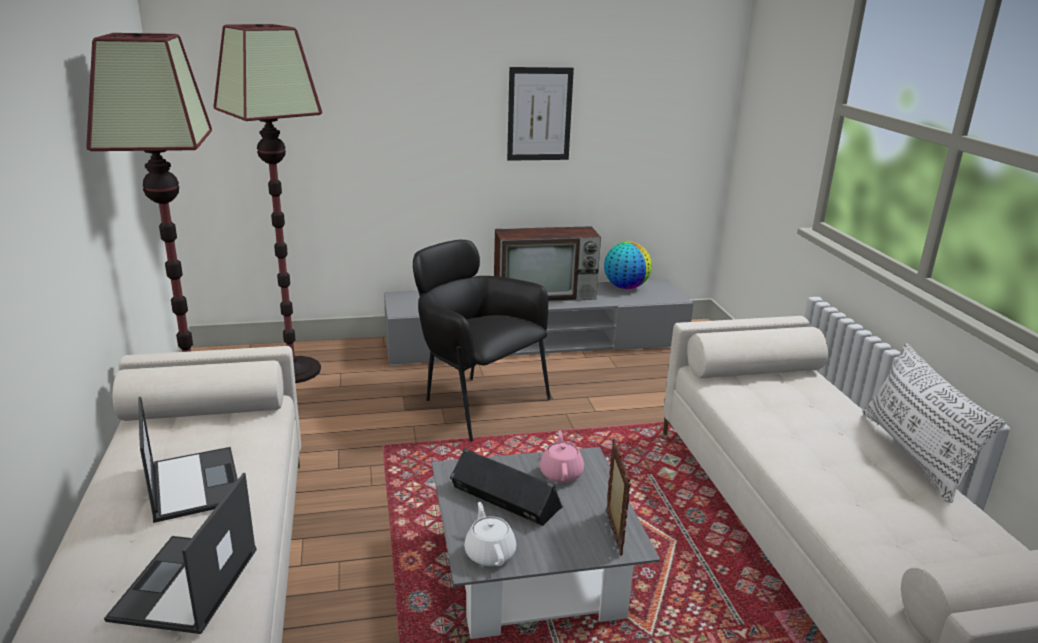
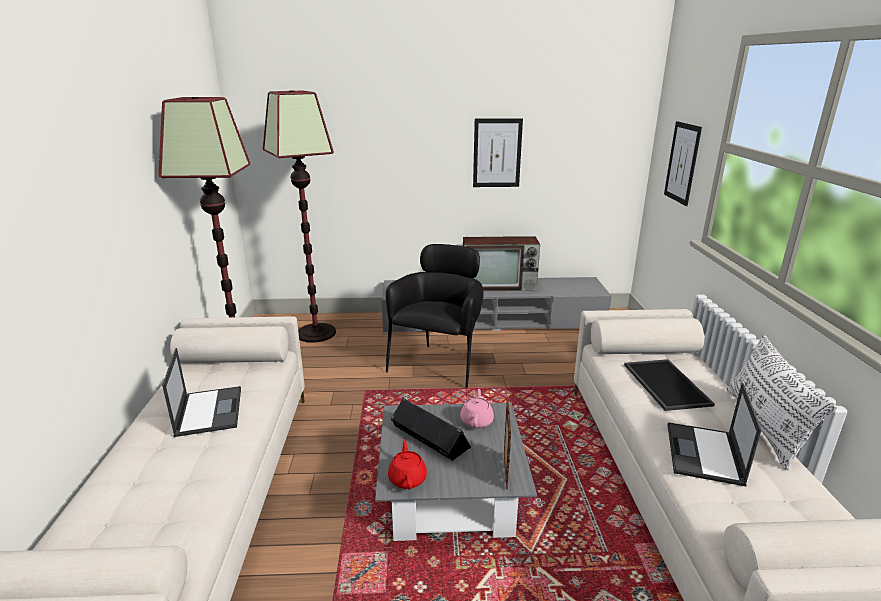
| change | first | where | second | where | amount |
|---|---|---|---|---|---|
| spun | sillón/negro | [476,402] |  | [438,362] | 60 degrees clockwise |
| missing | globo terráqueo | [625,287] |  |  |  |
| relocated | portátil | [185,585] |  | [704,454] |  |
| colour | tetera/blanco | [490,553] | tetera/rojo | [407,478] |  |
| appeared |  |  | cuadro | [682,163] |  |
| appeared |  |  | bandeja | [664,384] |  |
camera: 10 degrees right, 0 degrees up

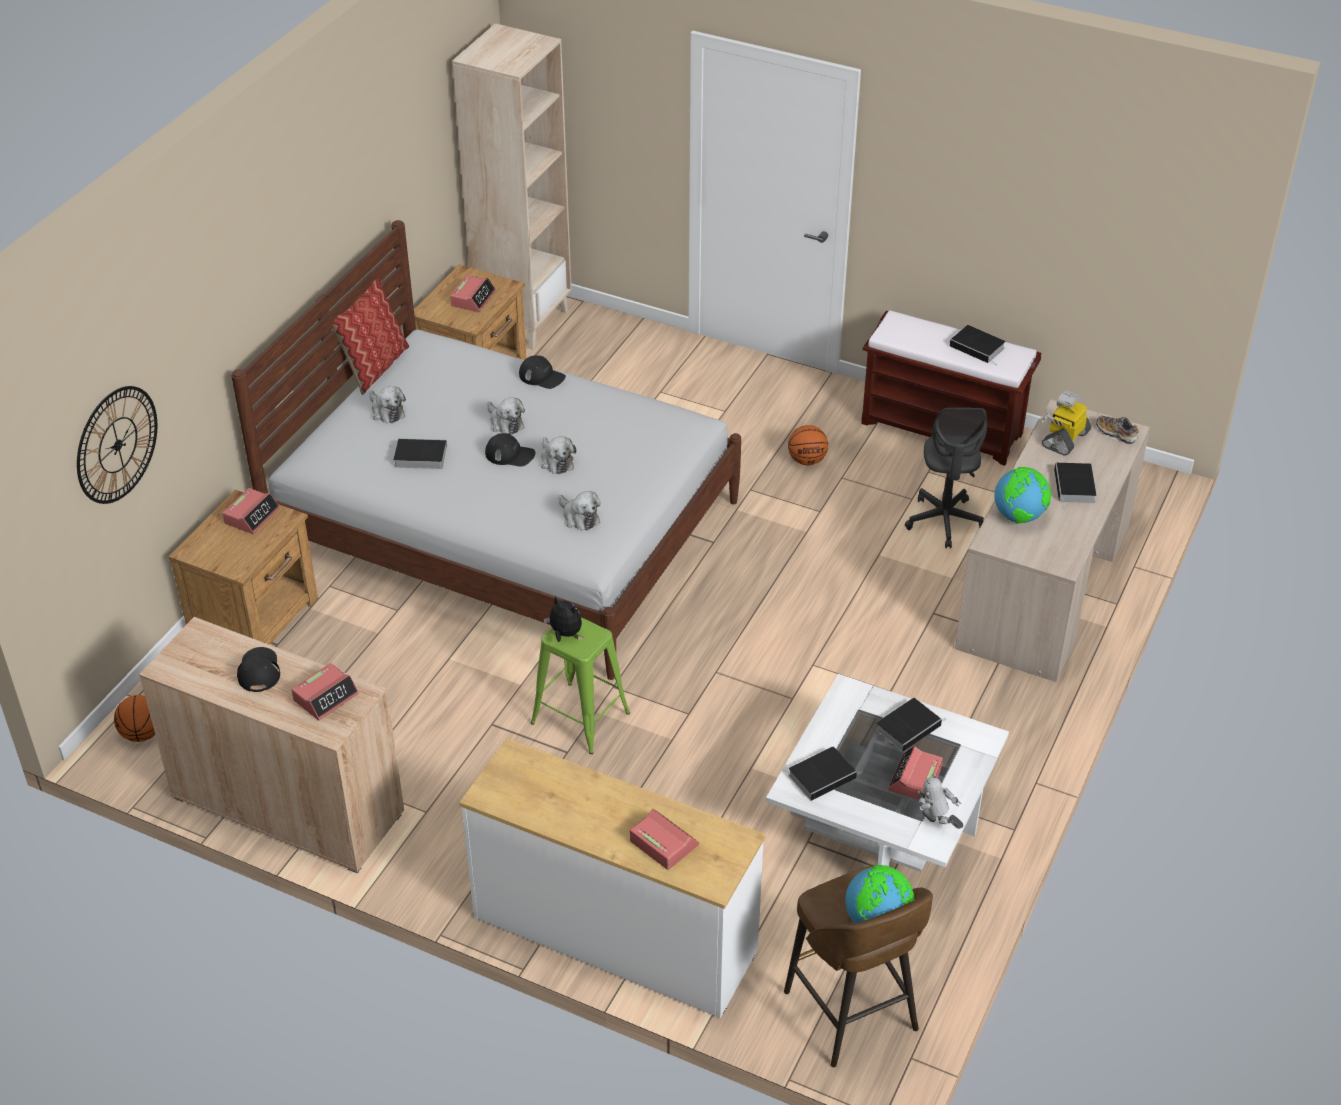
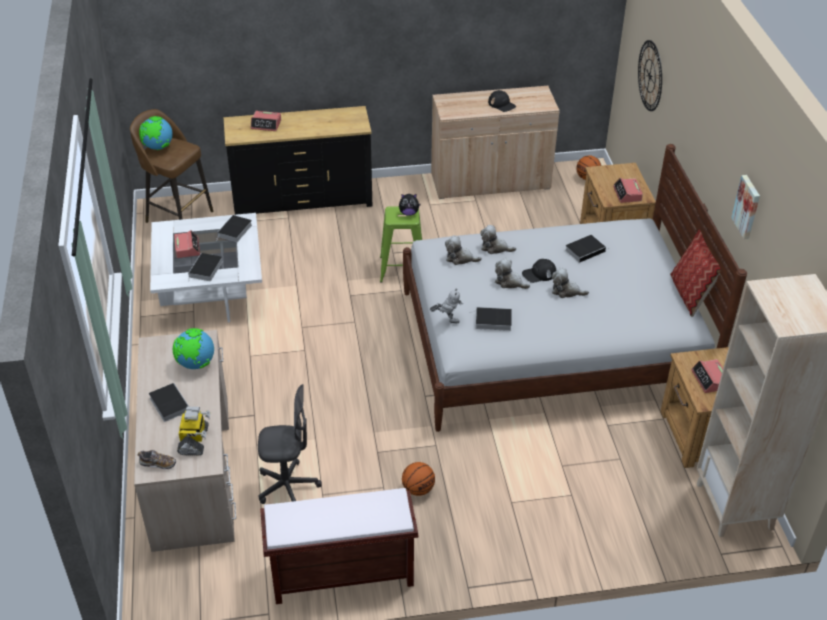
| change | first | where | second | where | amount |
|---|---|---|---|---|---|
| relocated | libro | [978,347] |  | [492,321] |  |
| missing | gorra/negro | [542,376] |  |  |  |
| relocated | peluche | [386,411] |  | [495,248] |  |
| spun | silla de oficina/gris | [944,521] |  | [288,487] | 120 degrees clockwise |
| missing | despertador | [326,697] |  |  |  |
| colour | cómoda/blanco | [614,935] | cómoda/negro | [302,199] |  |
| relocated | robot de juguete | [936,825] |  | [447,319] |  |
| appeared |  |  | cuadro | [747,206] |  |
camera: 145 degrees right, 0 degrees up

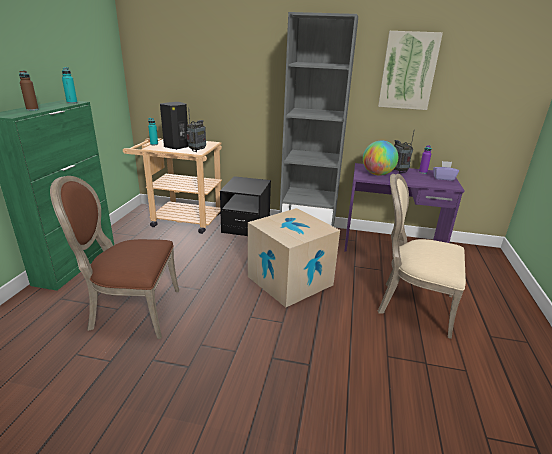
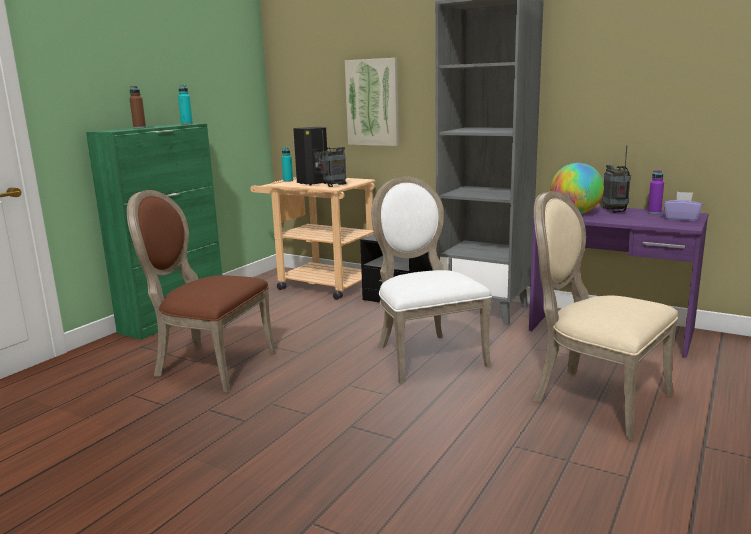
| change | first | where | second | where | amount |
|---|---|---|---|---|---|
| relocated | cuadro | [408,71] |  | [373,102] |  |
| exchanged | caja de cartón | [290,280] | silla/blanco | [425,355] |  |
camera: 20 degrees right, 10 degrees down

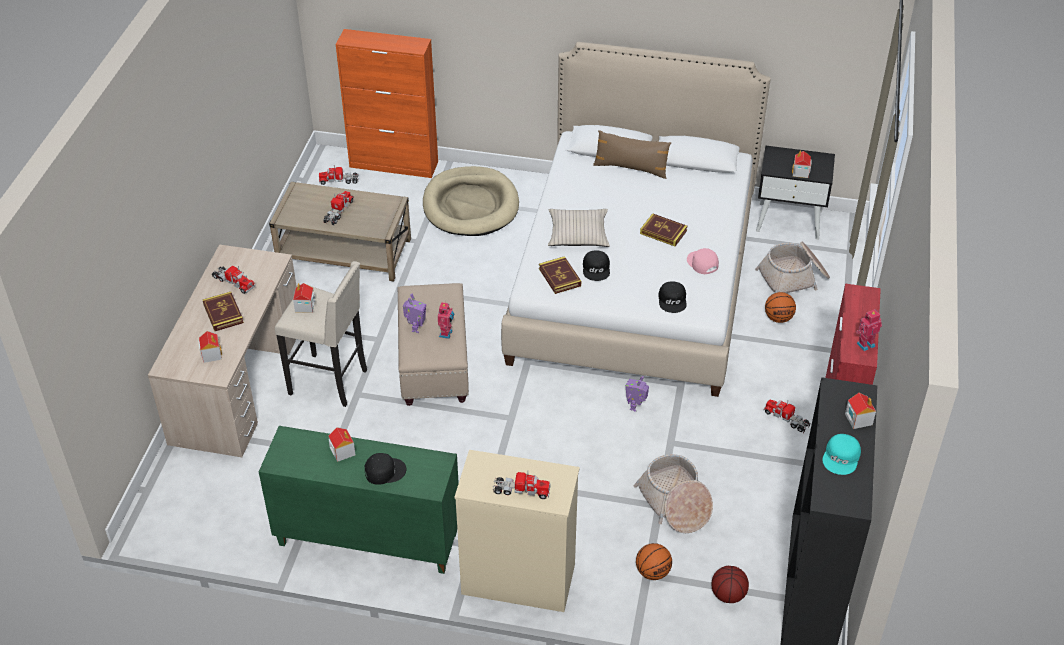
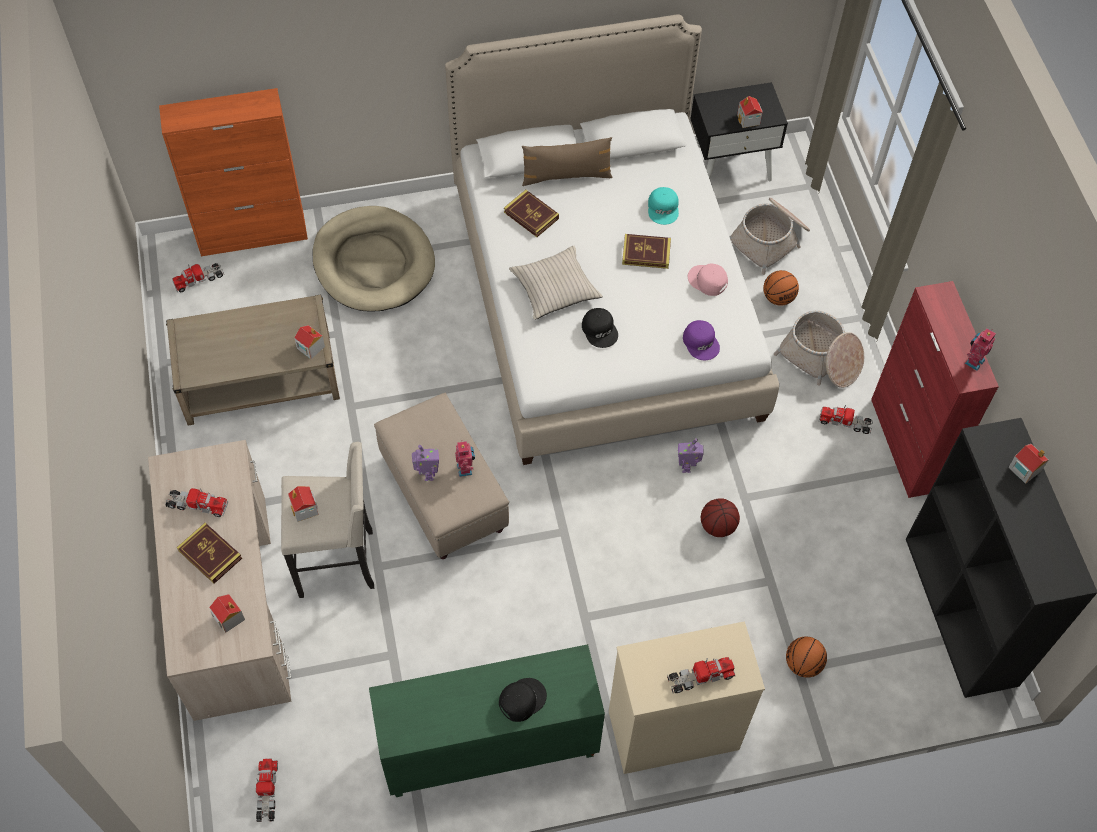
| change | first | where | second | where | amount |
|---|---|---|---|---|---|
| relocated | camión de juguete | [339,211] |  | [267,792] |  |
| relocated | libro | [559,277] |  | [531,215] |  |
| colour | gorra/negro | [673,300] | gorra/morado | [701,342] |  |
| relocated | casita | [342,451] |  | [310,347] |  |
| relocated | gorra/turquesa | [842,457] |  | [663,208] |  |
| relocated | cesta | [674,503] |  | [820,358] |  |
| relocated | balón de baloncesto | [728,595] |  | [717,526] |  |
camera: 25 degrees left, 15 degrees up

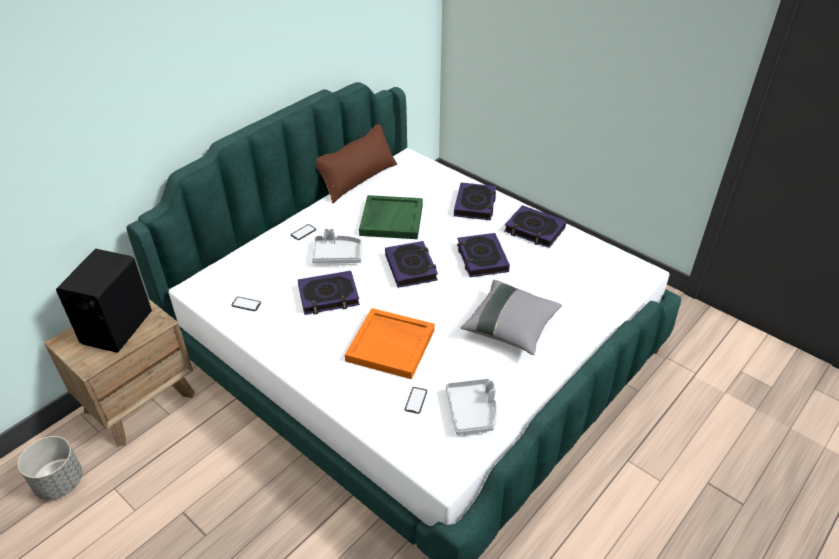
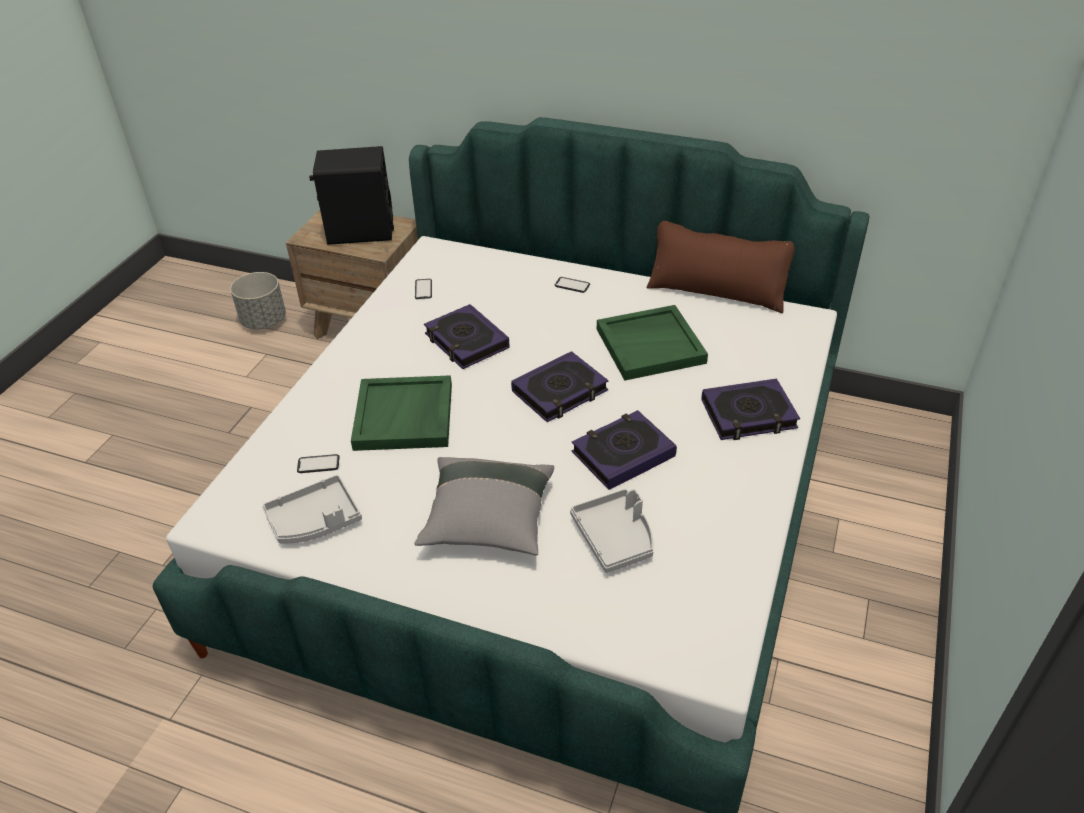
| change | first | where | second | where | amount |
|---|---|---|---|---|---|
| missing | libro | [534,230] |  |  |  |
| relocated | bandeja/gris | [337,255] |  | [615,537] |  |
| colour | bandeja/naranja | [391,345] | bandeja/verde | [405,417] |  |
camera: 70 degrees right, 0 degrees up

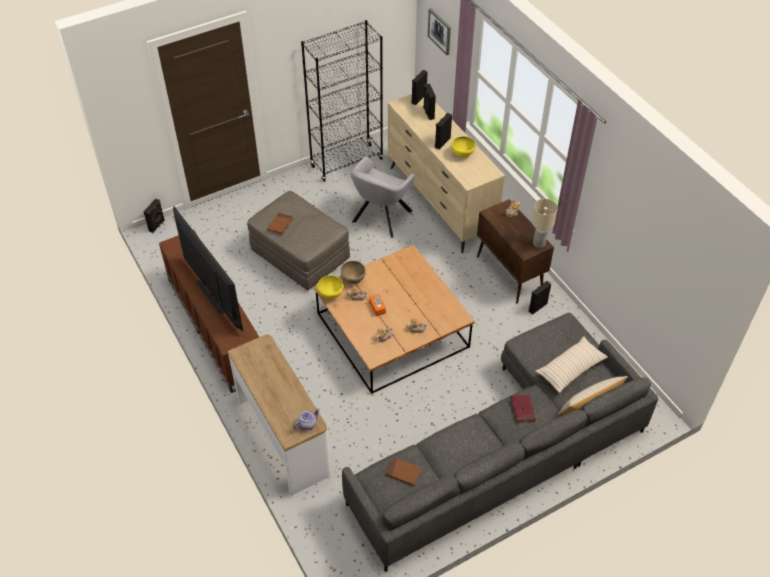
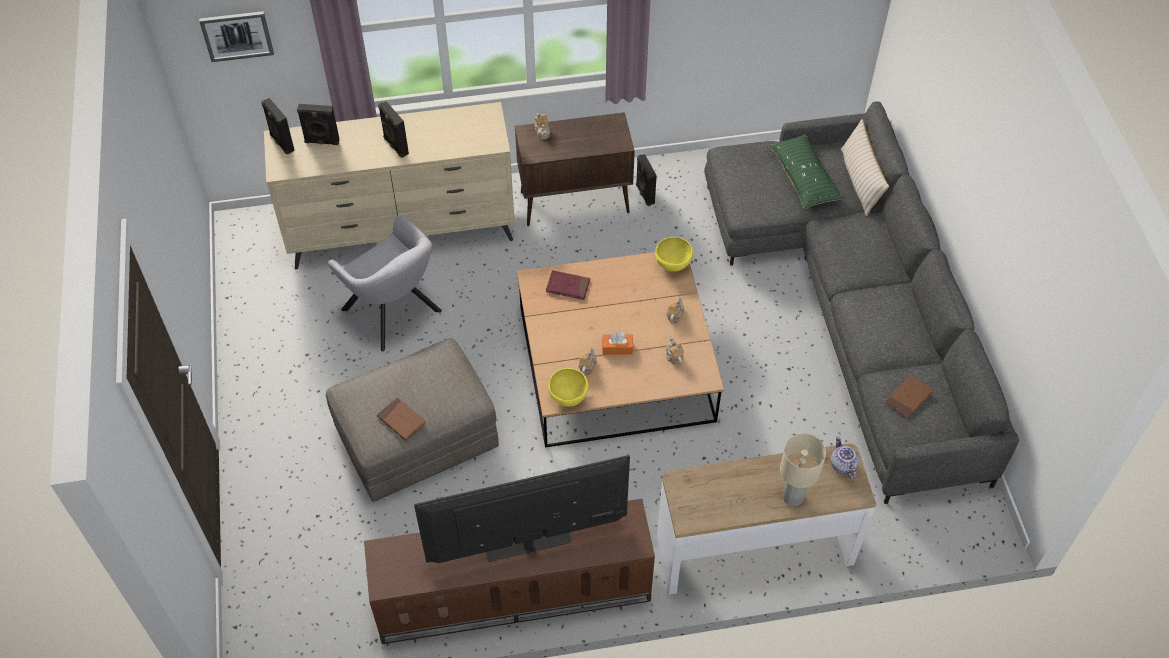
| change | first | where | second | where | amount |
|---|---|---|---|---|---|
| missing | estantería/negro | [347,163] |  |  |  |
| relocated | cuenco/amarillo | [462,155] |  | [673,264] |  |
| missing | altavoz/negro | [157,226] |  |  |  |
| relocated | lámpara de mesa/beis | [538,244] |  | [793,497] |  |
| missing | cuenco/marrón | [353,279] |  |  |  |
| colour | cojín/beis | [570,368] | cojín/verde | [803,178] |  |
| relocated | libro/rojo | [522,409] |  | [568,286] |  |
camera: 70 degrees left, 5 degrees up

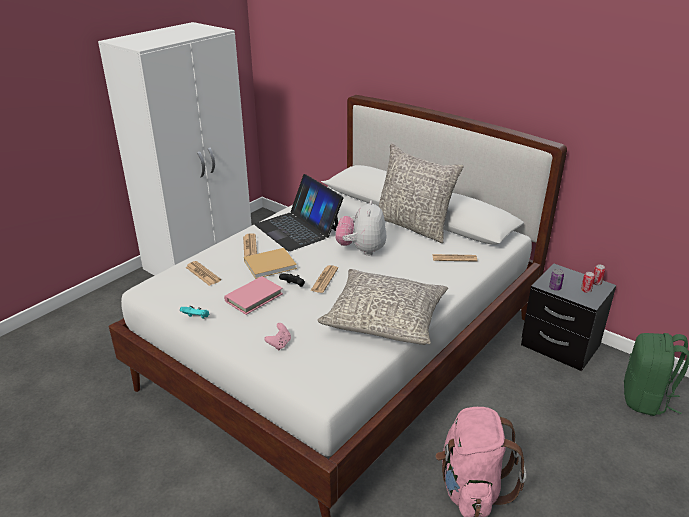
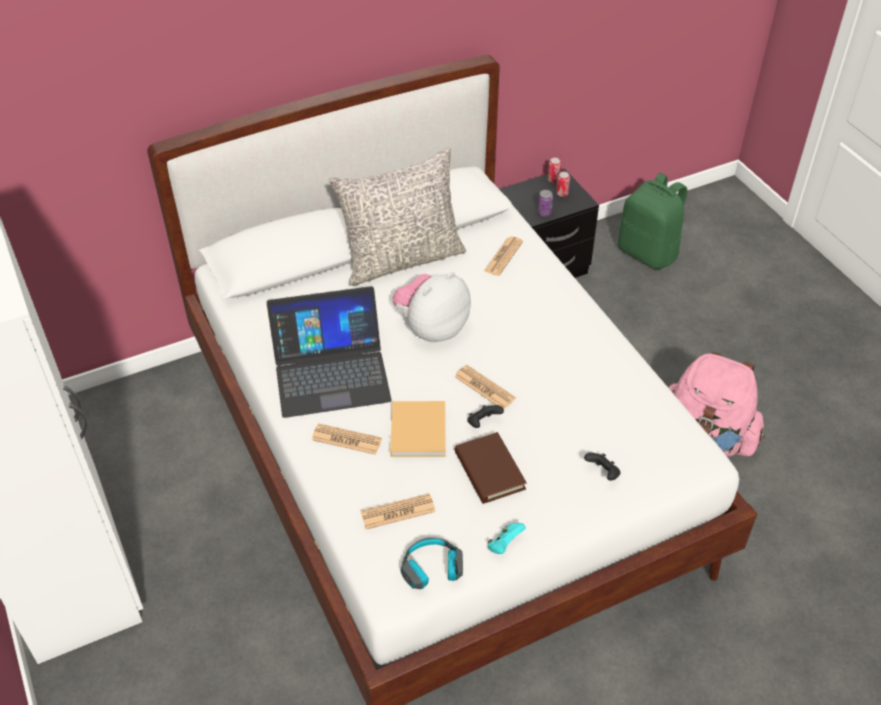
| change | first | where | second | where | amount |
|---|---|---|---|---|---|
| spun | peluche | [361,250] |  | [432,329] | 105 degrees clockwise |
| missing | cojín/gris | [385,318] |  |  |  |
| colour | libro/rosa | [254,297] | libro/marrón | [489,470] |  |
| colour | mando de consola/rosa | [279,344] | mando de consola/negro | [603,473] |  |
| appeared |  |  | auriculares | [432,570] |  |
camera: 65 degrees left, 15 degrees up

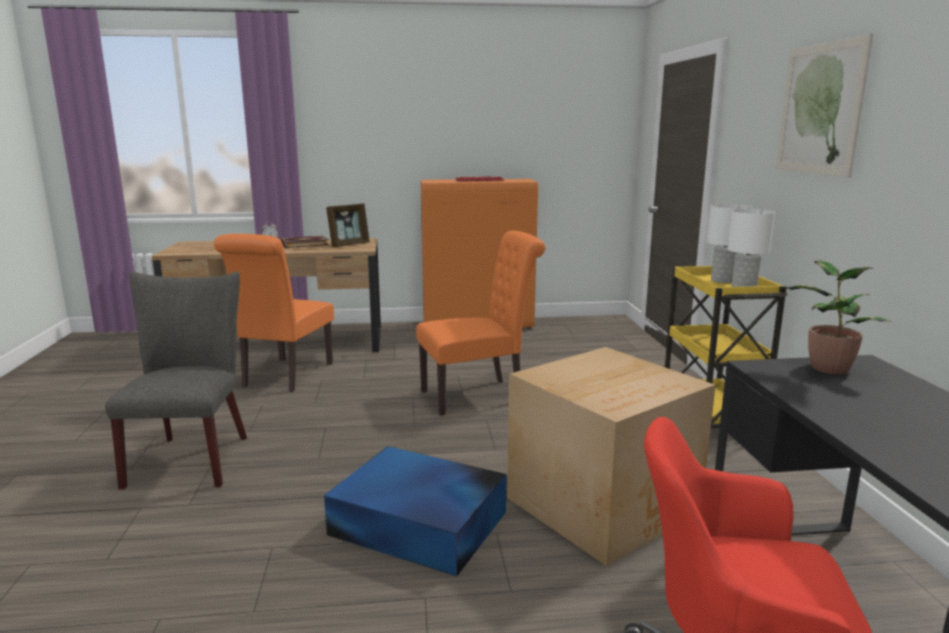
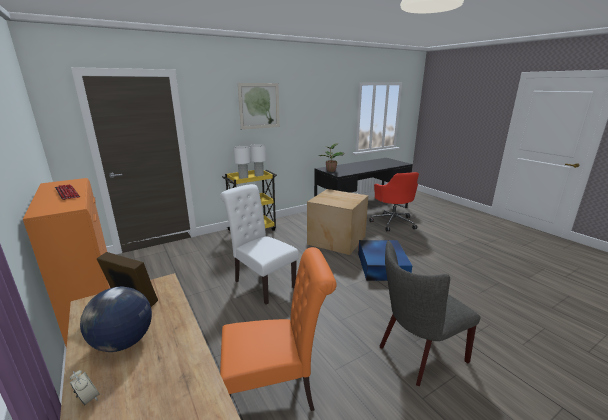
| change | first | where | second | where | amount |
|---|---|---|---|---|---|
| colour | silla/naranja | [479,395] | silla/blanco | [261,282] |  |
| exchanged | libro | [304,244] | globo terráqueo | [123,342] |  |
camera: 115 degrees left, 5 degrees up

